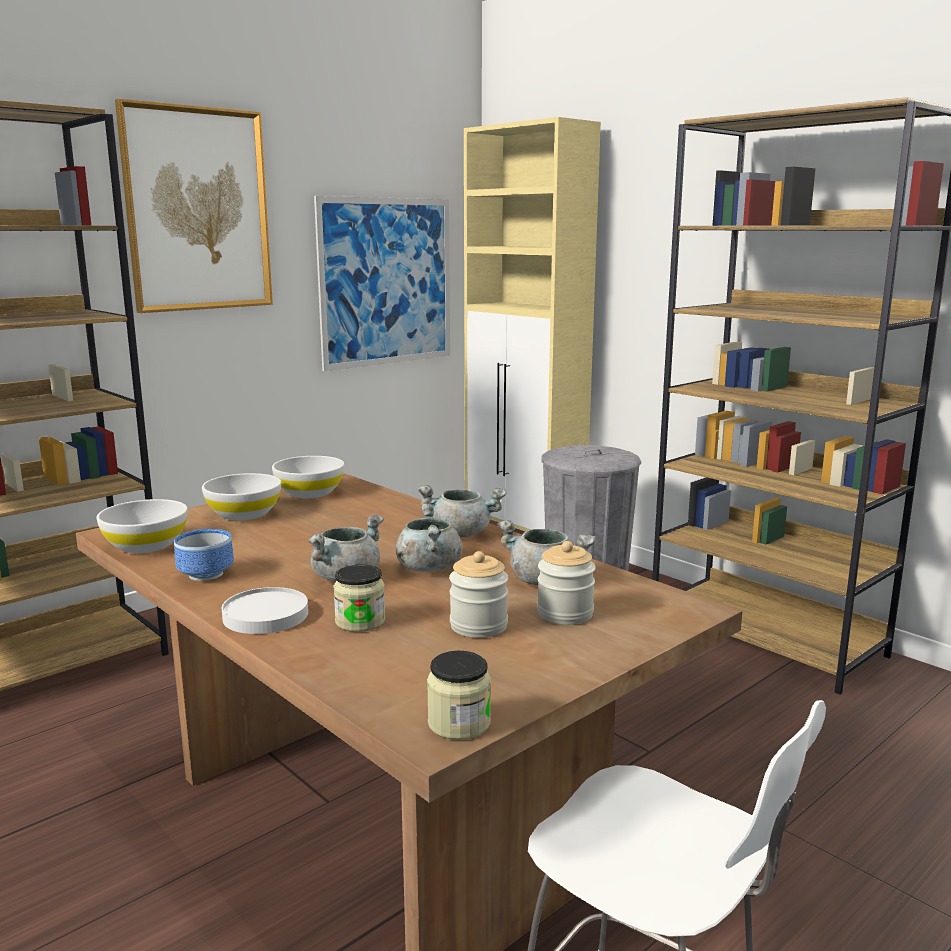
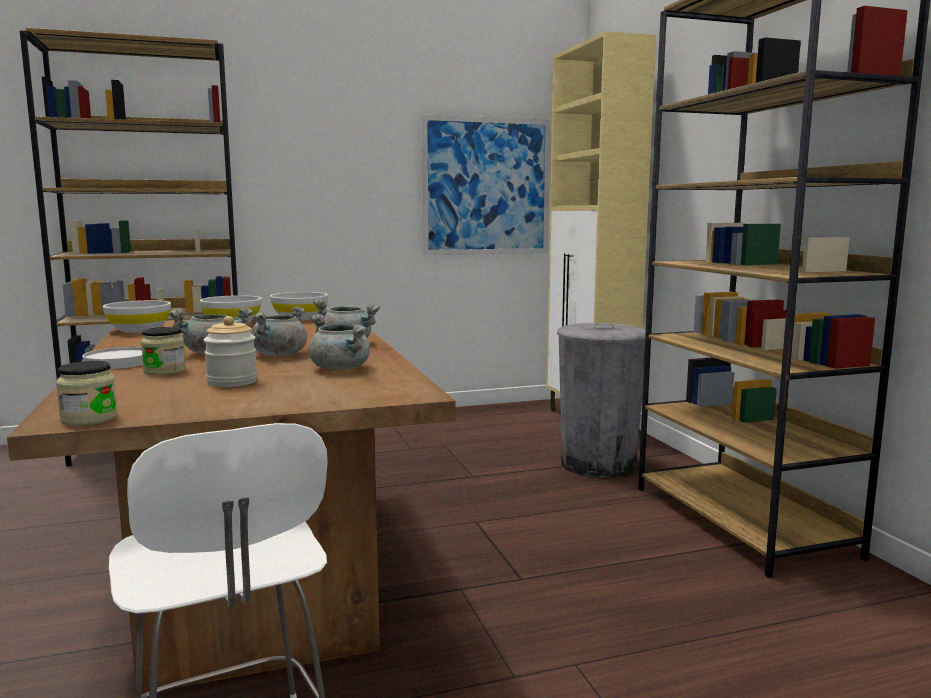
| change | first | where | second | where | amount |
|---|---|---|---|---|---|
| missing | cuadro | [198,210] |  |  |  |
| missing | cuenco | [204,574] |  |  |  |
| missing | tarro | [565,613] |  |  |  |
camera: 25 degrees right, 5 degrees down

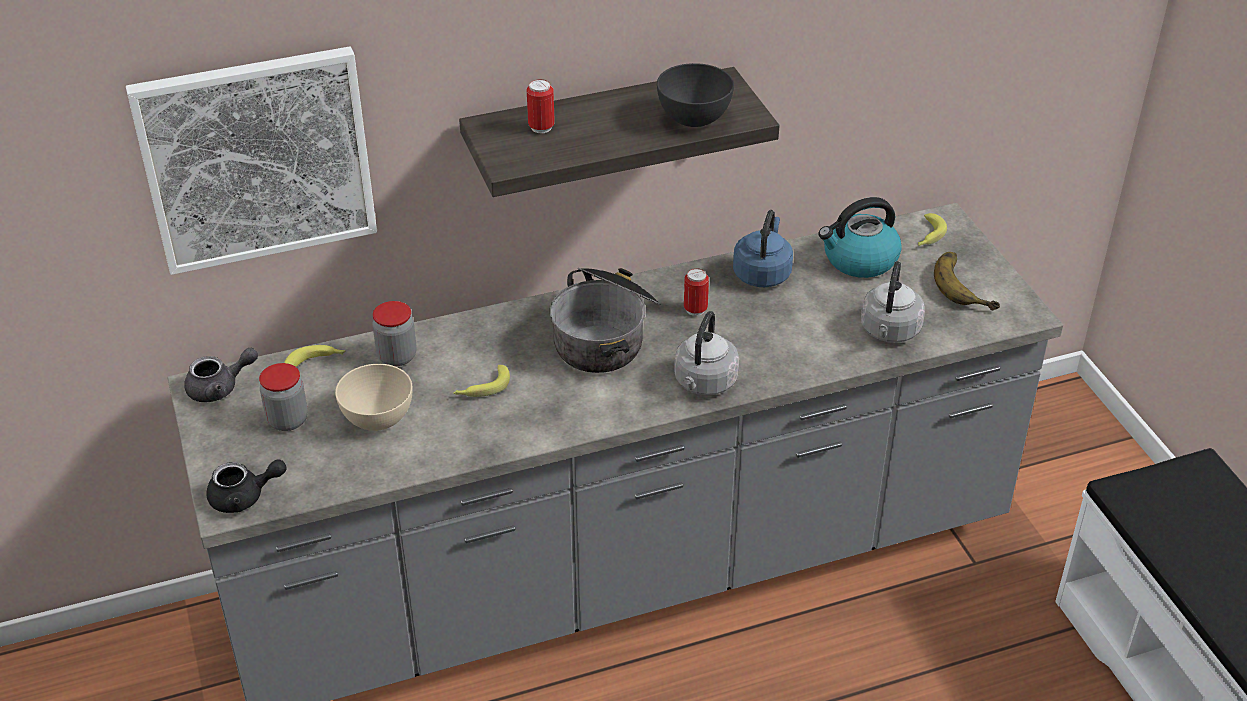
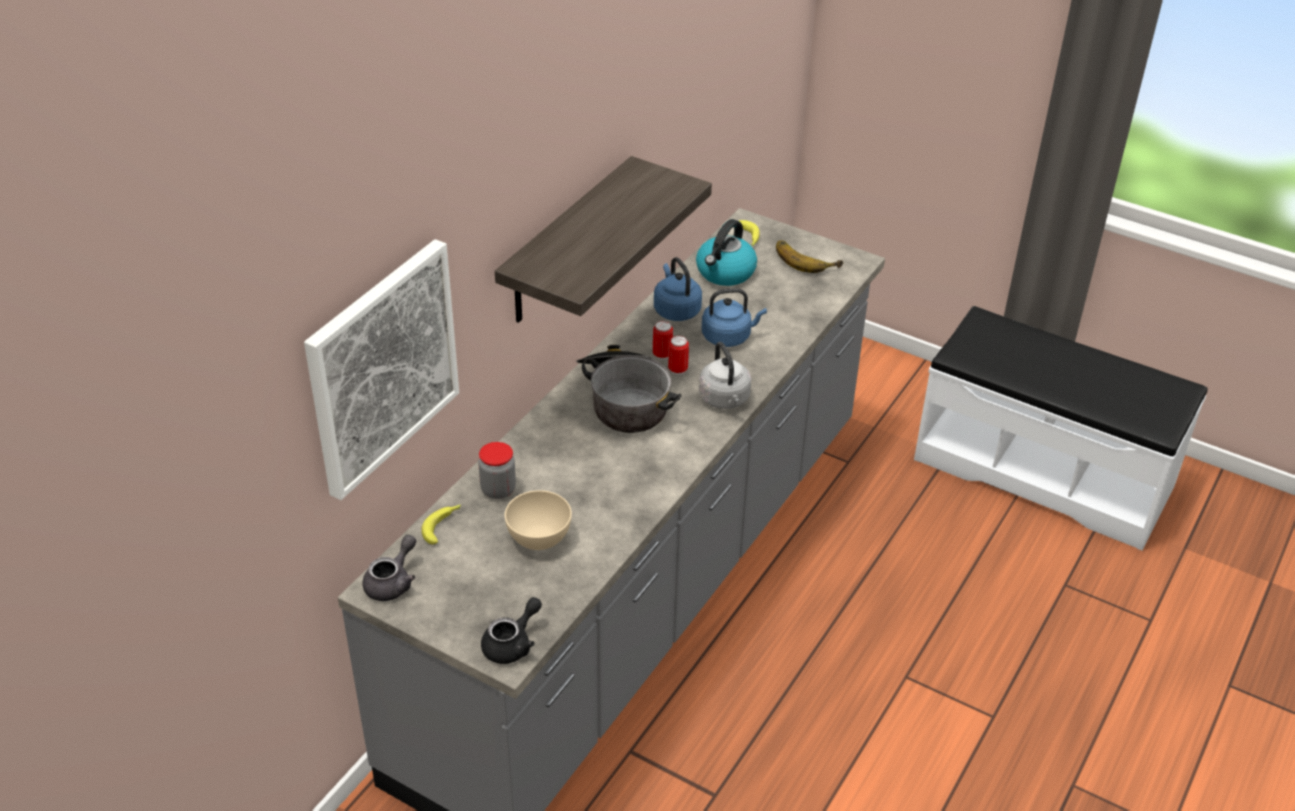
| change | first | where | second | where | amount |
|---|---|---|---|---|---|
| missing | cuenco/gris | [694,119] |  |  |  |
| relocated | lata | [541,127] |  | [677,370] |  |
| missing | hervidor/gris | [889,332] |  |  |  |
| missing | tarro | [287,420] |  |  |  |
| missing | plátano | [482,388] |  |  |  |
| appeared |  |  | hervidor/azul | [728,337] |  |
camera: 40 degrees left, 0 degrees up

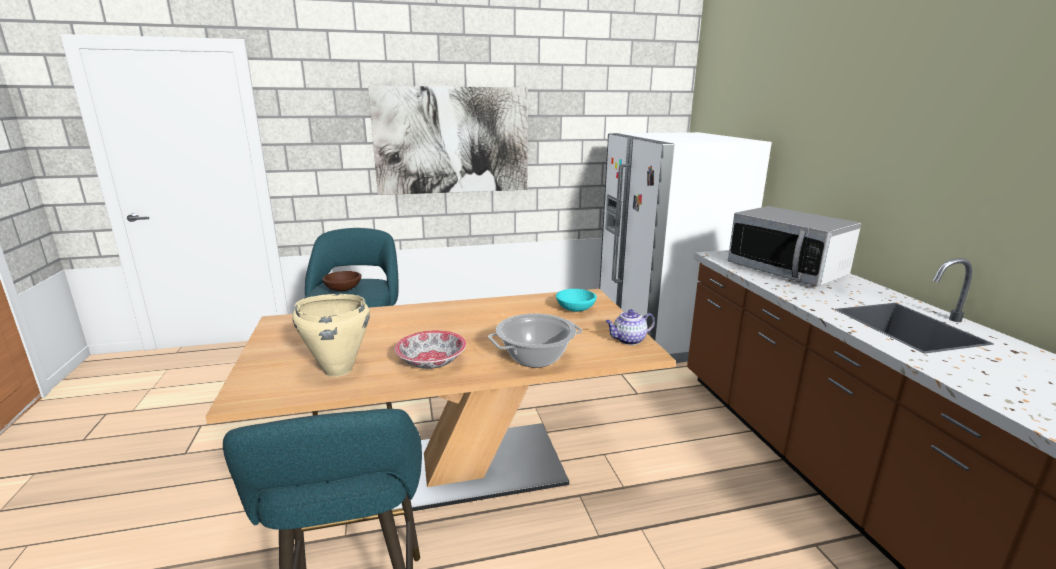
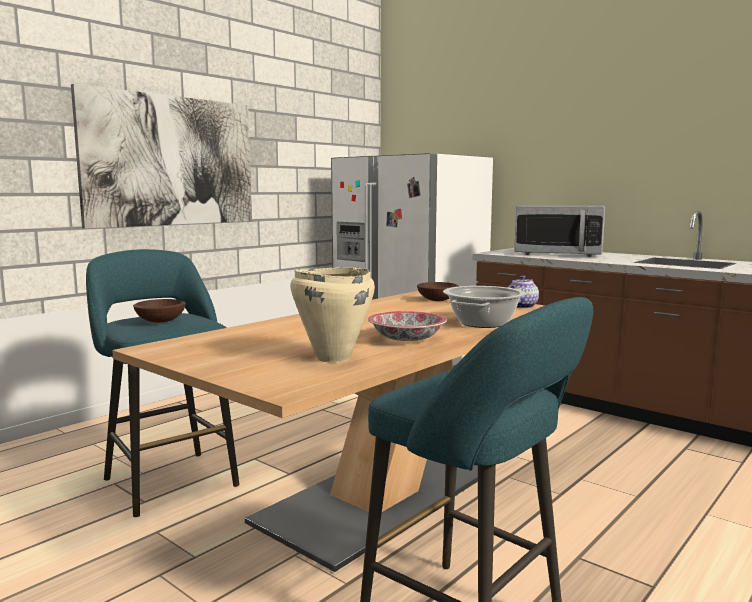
| change | first | where | second | where | amount |
|---|---|---|---|---|---|
| colour | cuenco/turquesa | [576,309] | cuenco/marrón | [437,300] |  |
camera: 35 degrees left, 10 degrees down

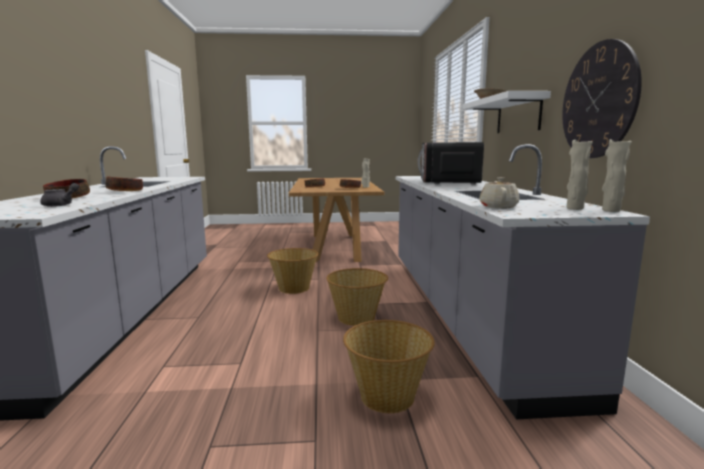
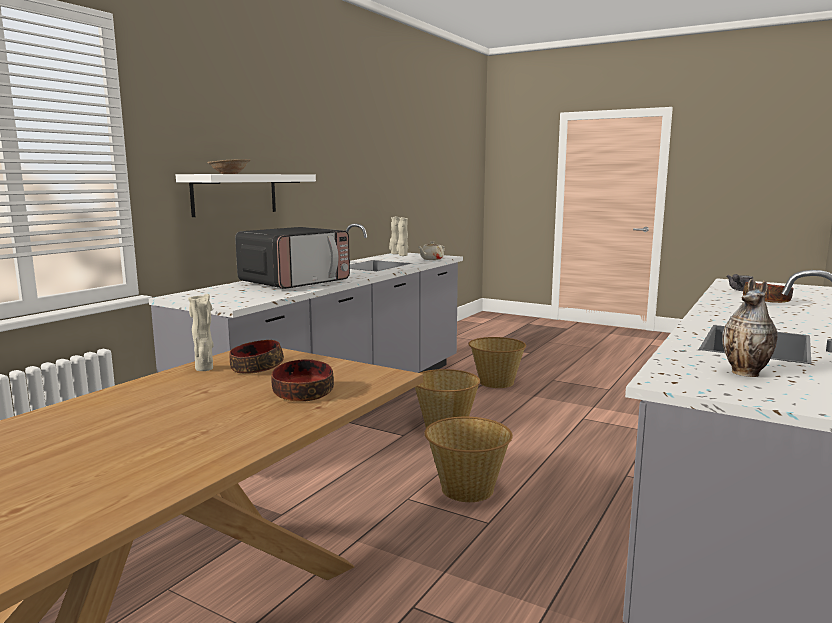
| change | first | where | second | where | amount |
|---|---|---|---|---|---|
| missing | reloj de pared | [598,101] |  |  |  |
| missing | cuenco | [125,191] |  |  |  |
| appeared |  |  | florero | [747,373] |  |
camera: 145 degrees left, 0 degrees up

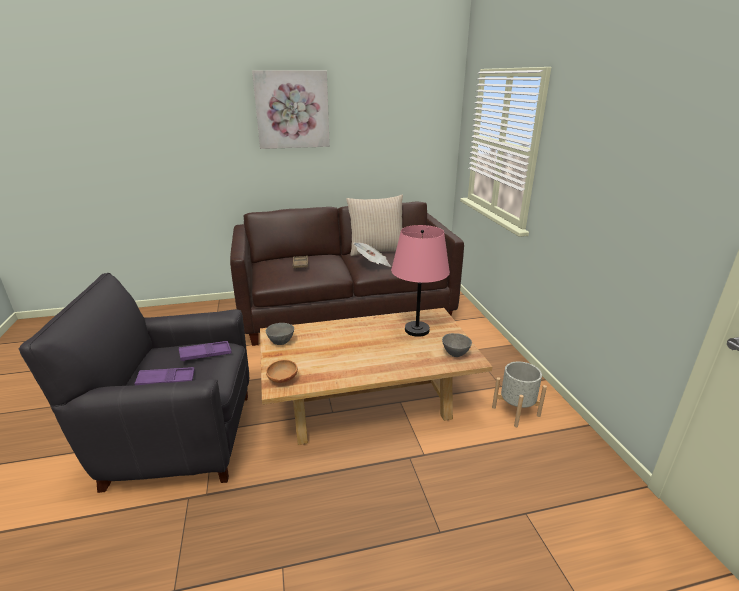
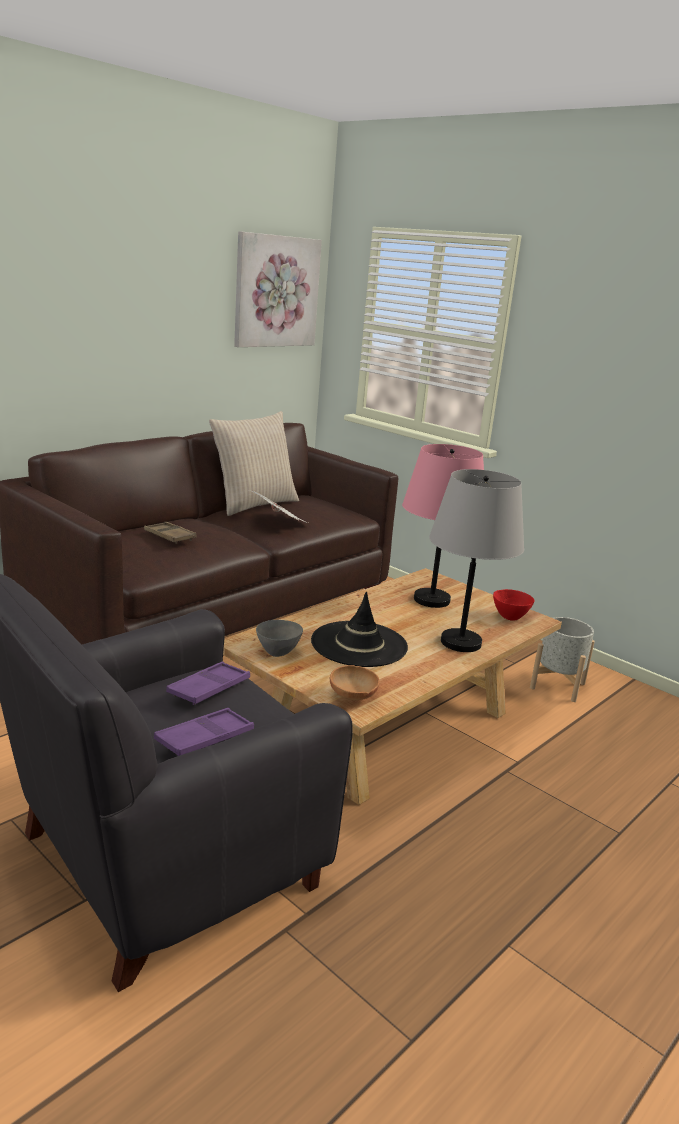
| change | first | where | second | where | amount |
|---|---|---|---|---|---|
| relocated | cuadro | [292,110] |  | [275,291] |  |
| colour | cuenco/gris | [455,354] | cuenco/rojo | [510,617] |  |
| appeared |  |  | lámpara de mesa/gris | [461,643] |  |
| appeared |  |  | sombrero/negro | [359,644] |  |
camera: 35 degrees left, 5 degrees down

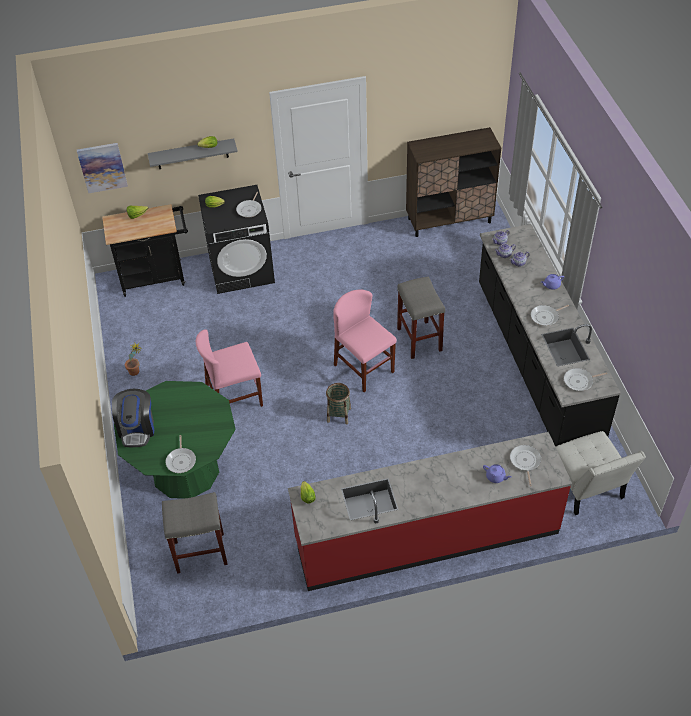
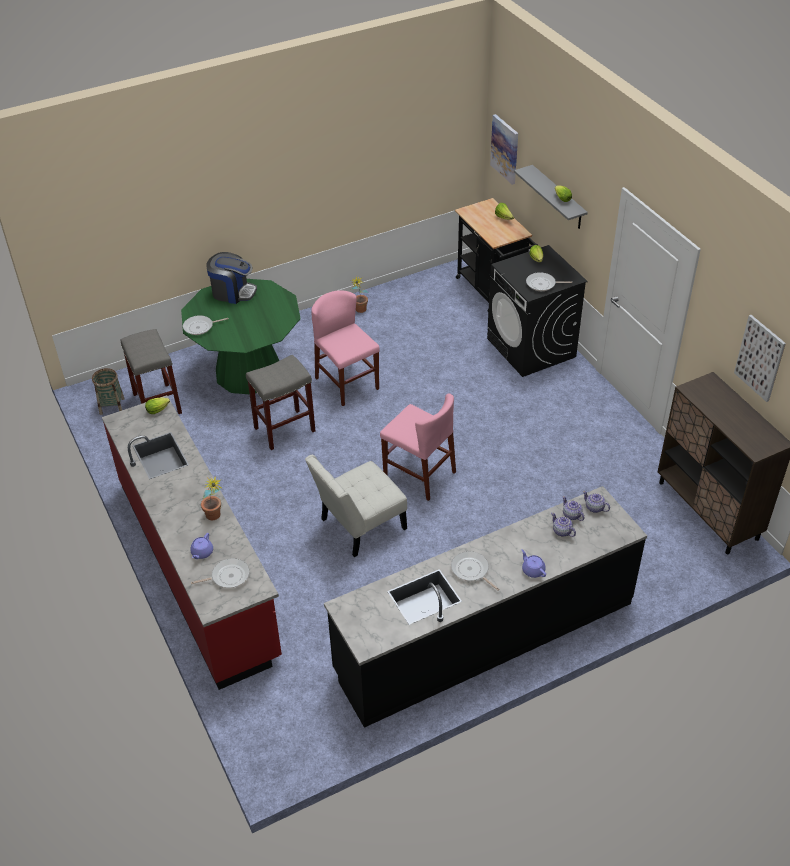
| change | first | where | second | where | amount |
|---|---|---|---|---|---|
| relocated | taburete/gris | [420,340] |  | [284,430] |  |
| spun | silla/rosa | [364,368] |  | [419,474] | 90 degrees clockwise |
| missing | sartén | [580,381] |  |  |  |
| relocated | cesta | [338,415] |  | [112,406] |  |
| spun | cafetera | [137,429] |  | [233,292] | 150 degrees counterclockwise |
| relocated | silla/blanco | [588,488] |  | [359,526] |  |
| appeared |  |  | cuadro | [760,358] |  |
| appeared |  |  | planta en maceta | [215,517] |  |
camera: 75 degrees right, 5 degrees down

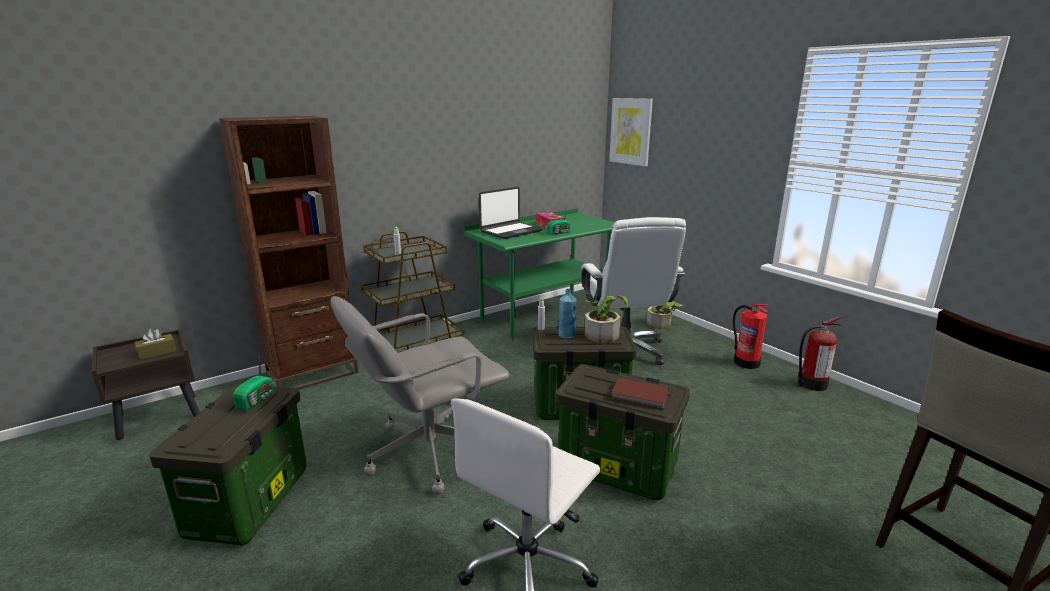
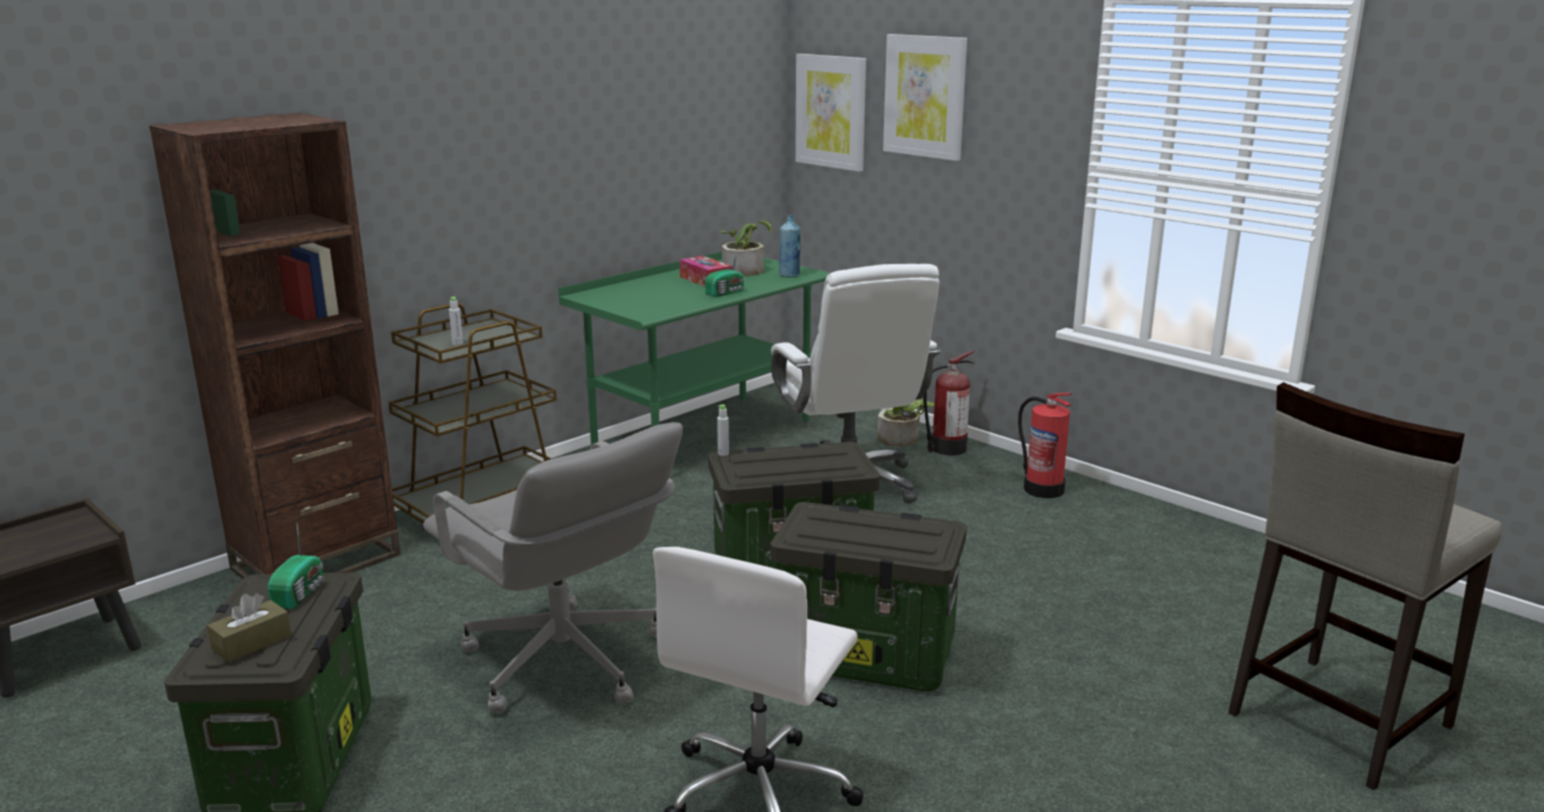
| change | first | where | second | where | amount |
|---|---|---|---|---|---|
| missing | portátil | [511,231] |  |  |  |
| relocated | botella/azul | [566,335] |  | [789,275] |  |
| relocated | planta en maceta | [603,333] |  | [745,269] |  |
| spun | silla de oficina/gris | [428,452] |  | [564,663] | 90 degrees counterclockwise |
| relocated | extintor | [811,384] |  | [946,449] |  |
| relocated | caja de pañuelos/marrón | [157,352] |  | [252,643] |  |
| missing | libro/marrón | [640,395] |  |  |  |
| appeared |  |  | cuadro | [925,96] |  |
camera: 10 degrees left, 0 degrees up

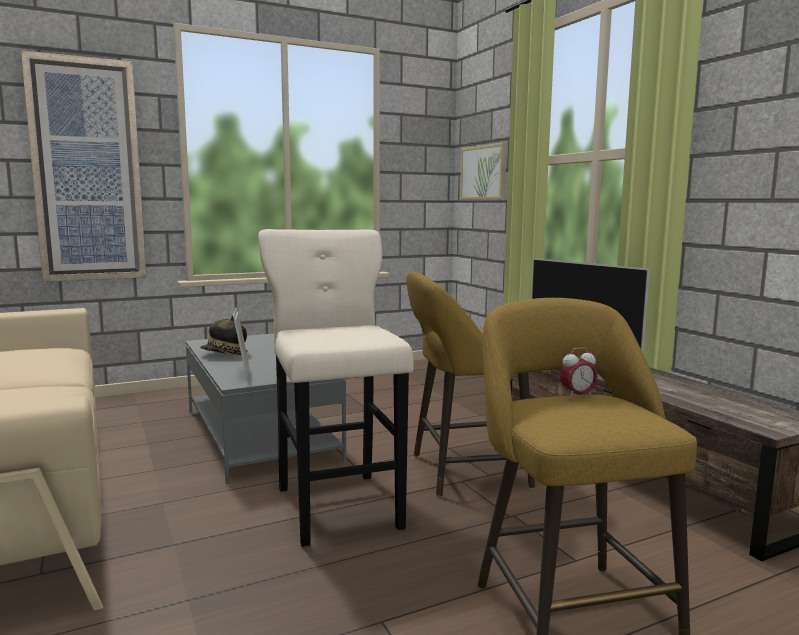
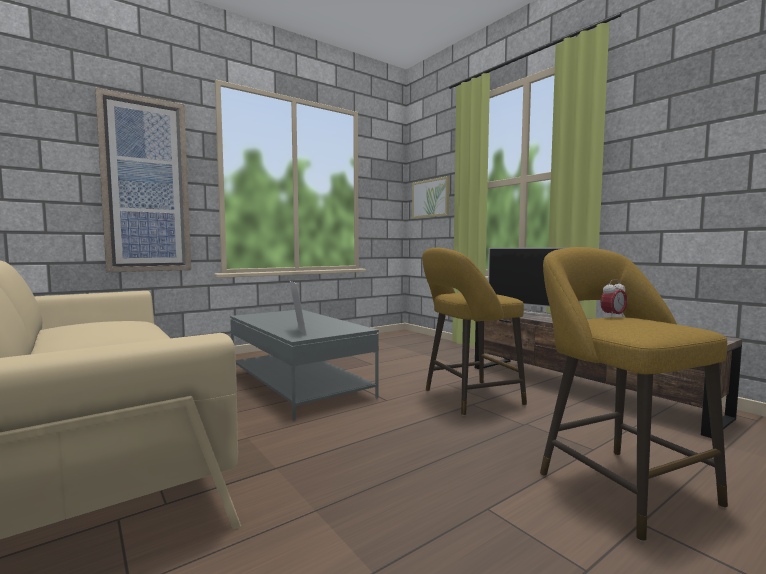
| change | first | where | second | where | amount |
|---|---|---|---|---|---|
| missing | taburete/beis | [337,504] |  |  |  |
| missing | sombrero | [224,354] |  |  |  |
camera: 10 degrees left, 5 degrees down

